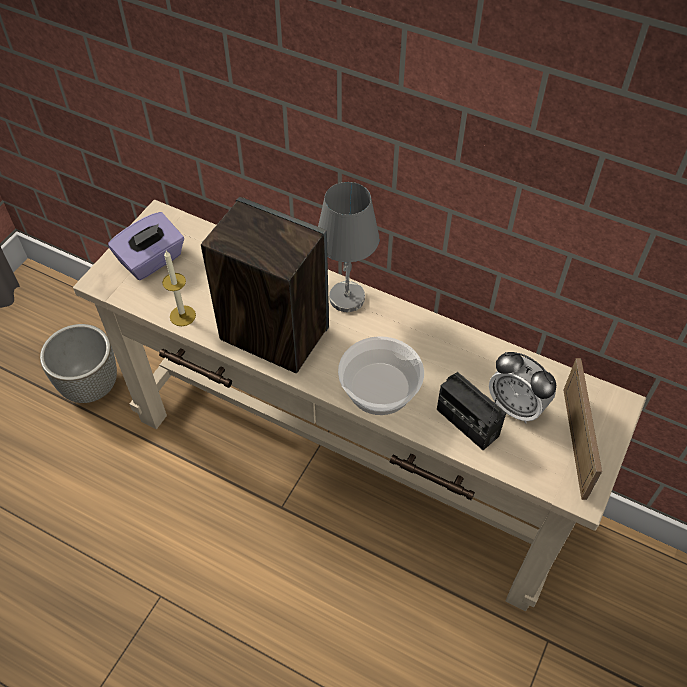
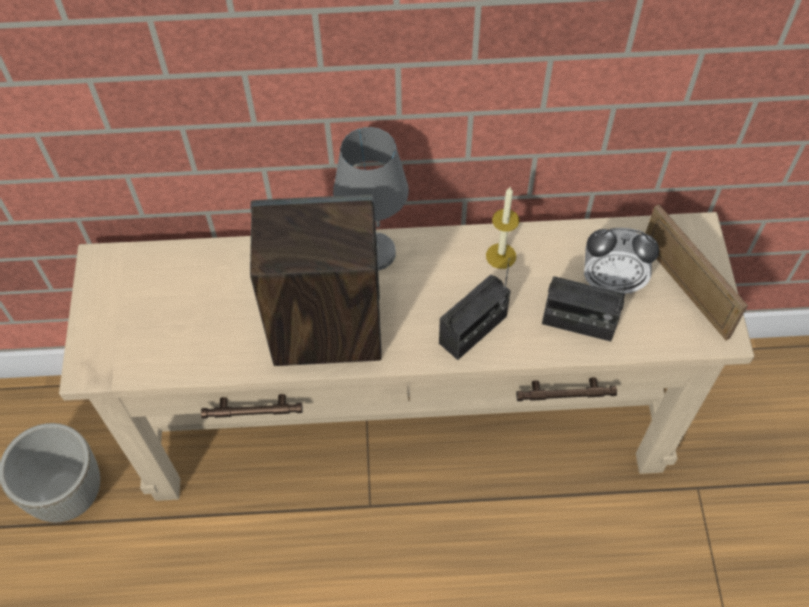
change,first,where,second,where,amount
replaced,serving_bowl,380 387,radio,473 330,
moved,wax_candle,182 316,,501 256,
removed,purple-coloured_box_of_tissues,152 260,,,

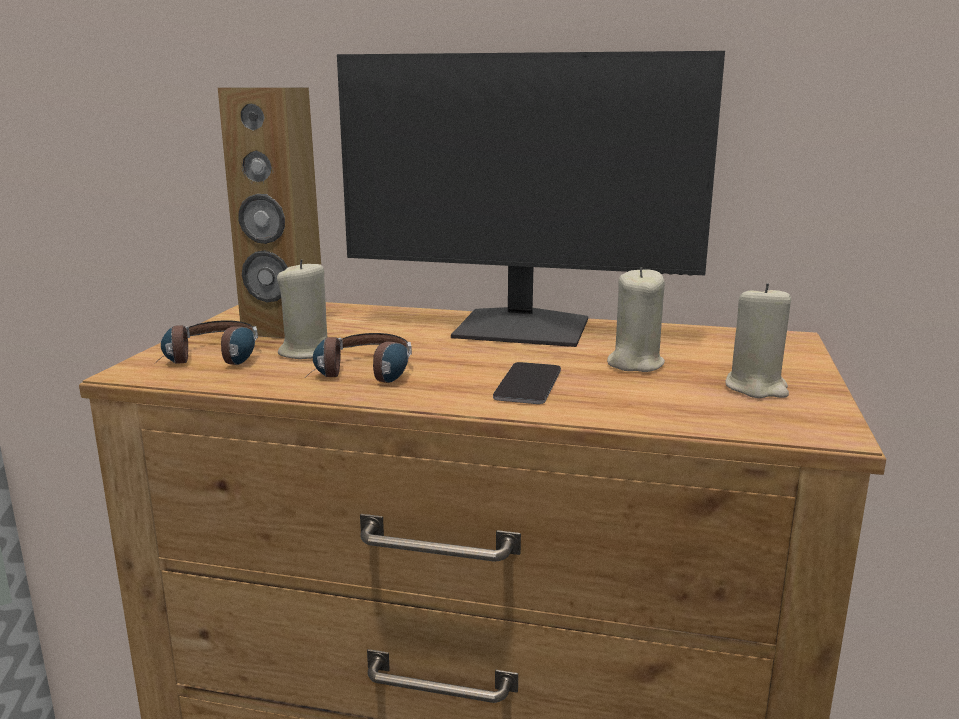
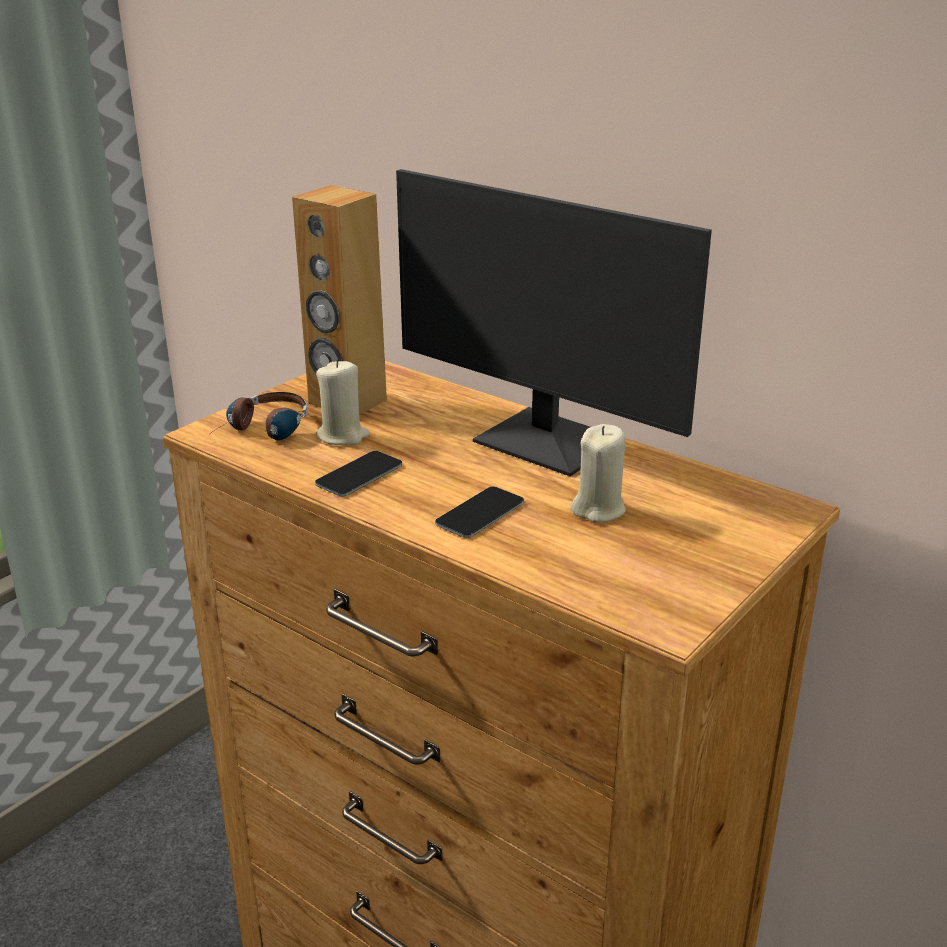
change,first,where,second,where,amount
replaced,headphones,362 376,phone,359 474,
removed,beige-coloured_wax_candle,756 388,,,

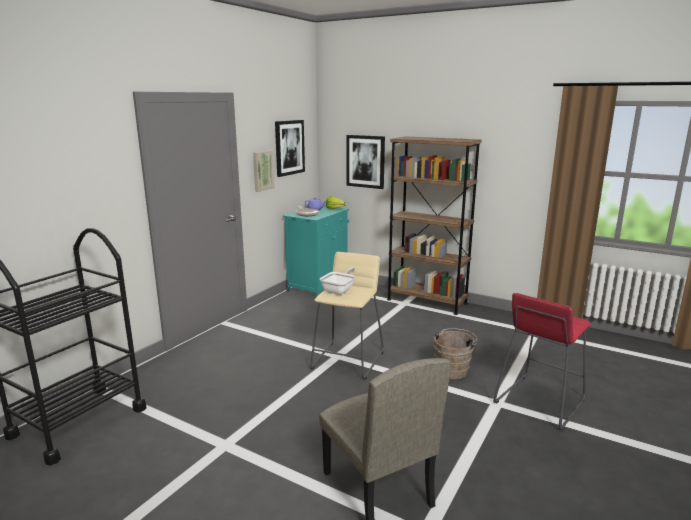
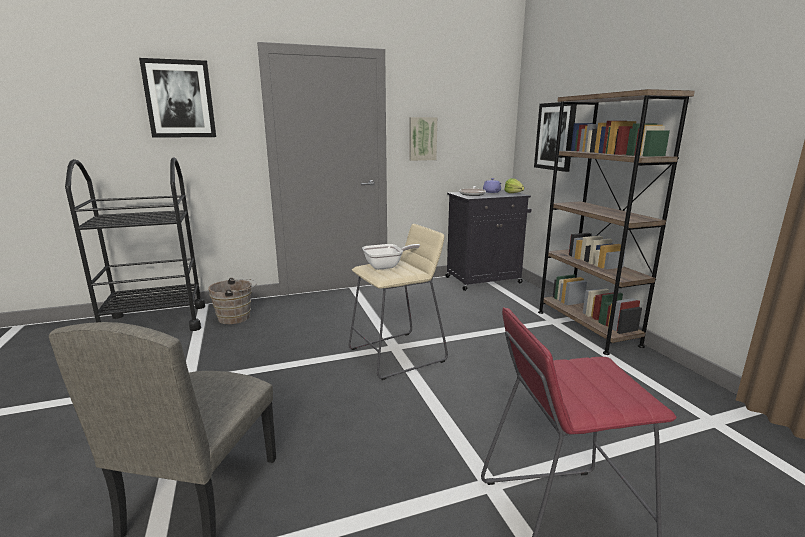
change,first,where,second,where,amount
moved,wall_picture,289 147,,179 99,
moved,brownish_bucket,453 370,,237 317,
recoloured,blue-green_storage_cabinet,318 285,black-coloured_storage_cabinet,484 280,

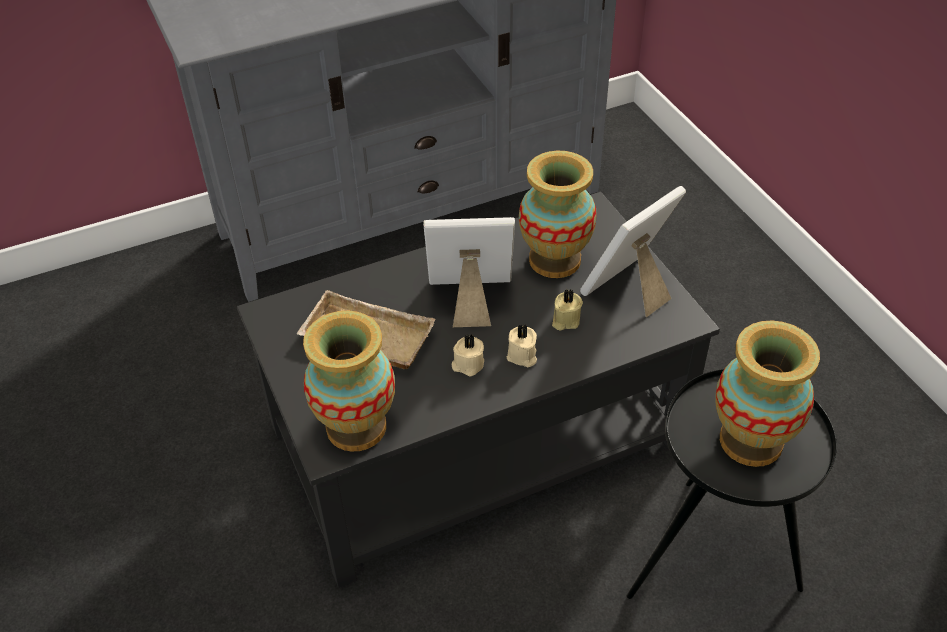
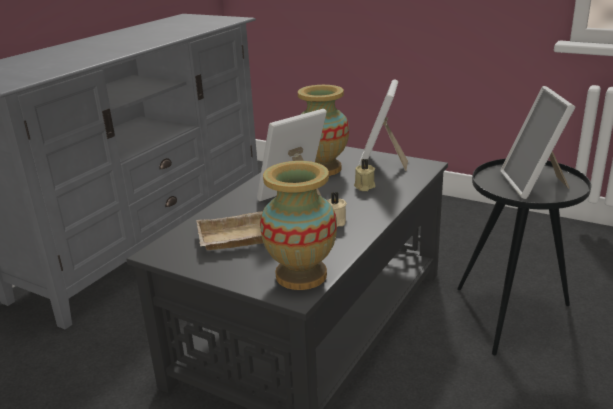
change,first,where,second,where,amount
replaced,decorative_vase,751 441,standing_frame,534 184,
removed,beige-coloured_wax_candle,522 356,,,

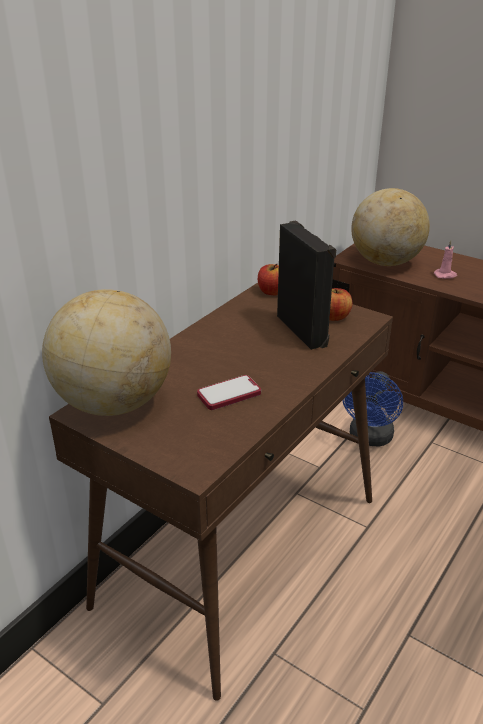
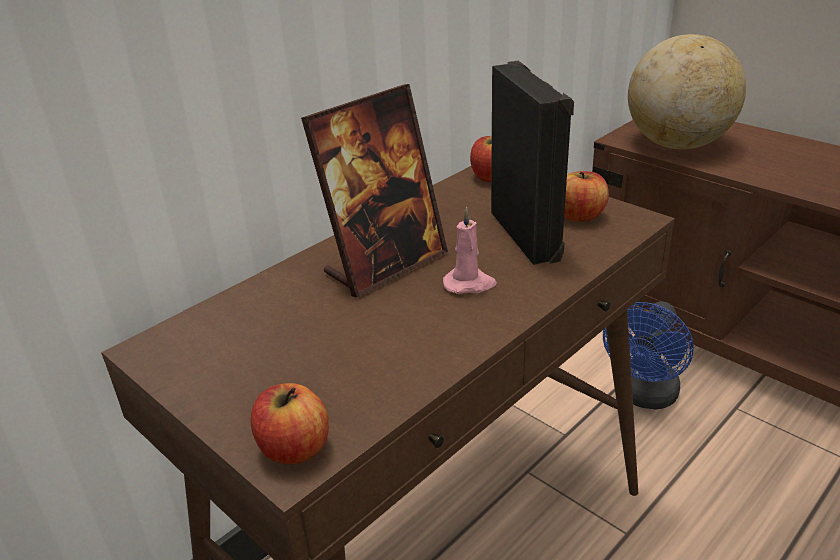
change,first,where,second,where,amount
added,,,whole_apple,294 448,
added,,,standing_frame,385 264,
moved,pink_wax_candle,445 275,,469 284,
removed,desk_globe,113 403,,,
removed,phone,229 394,,,

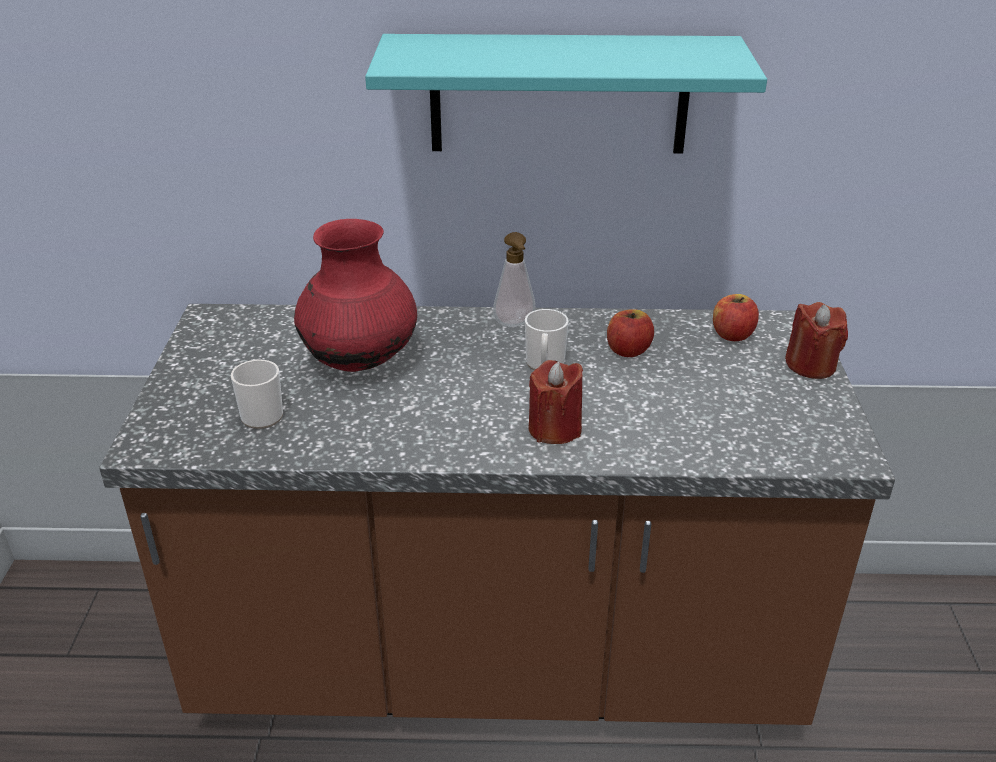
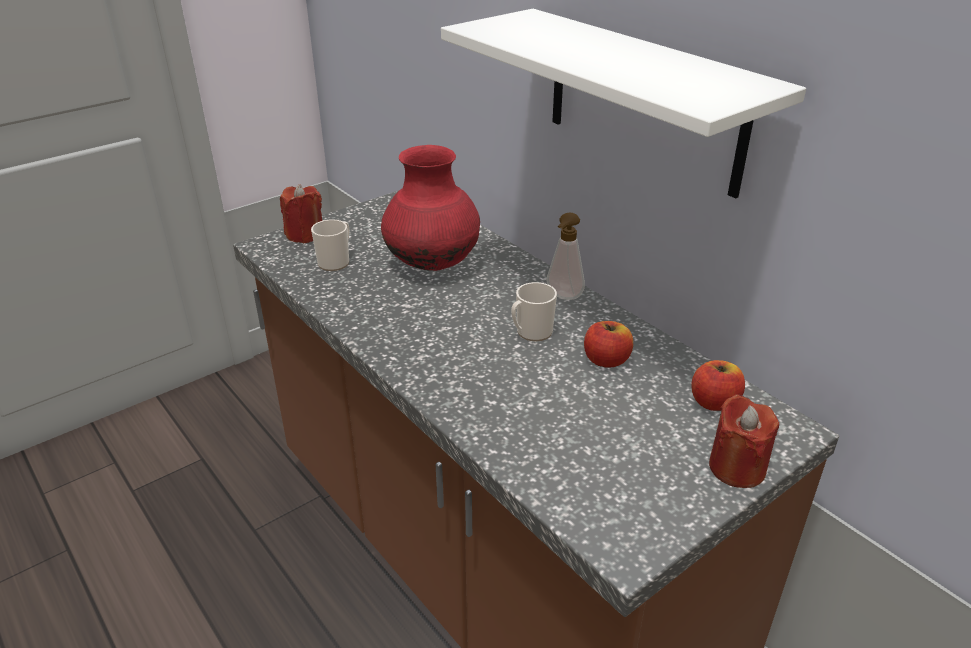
change,first,where,second,where,amount
moved,reddish_wax_candle,554 429,,305 234,
recoloured,blue-green_shelf,559 94,white_shelf,644 101,

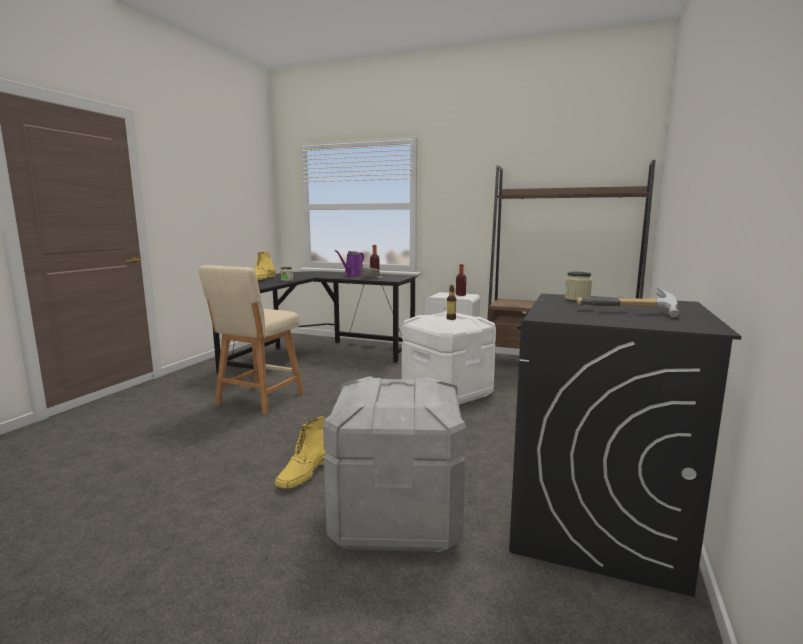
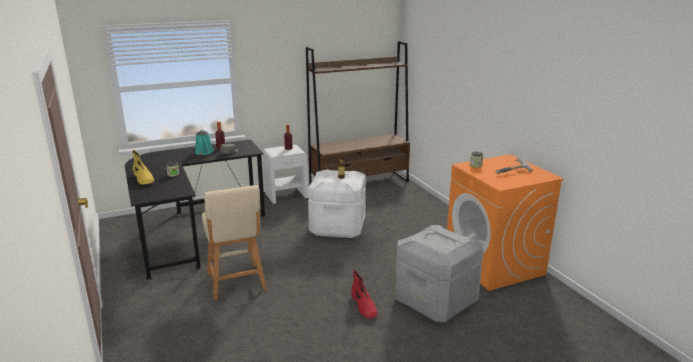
change,first,where,second,where,amount
recoloured,purple-coloured_sprinkling_can,353 275,blue-green_sprinkling_can,204 152,
recoloured,yellow_boot,305 473,reddish_boot,364 306,
recoloured,black-coloured_washing_machine,596 522,orange-coloured_washing_machine,494 264,

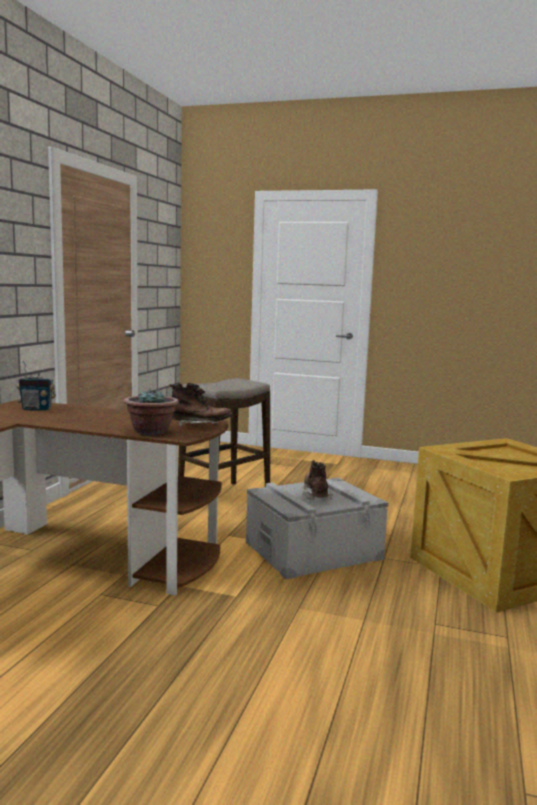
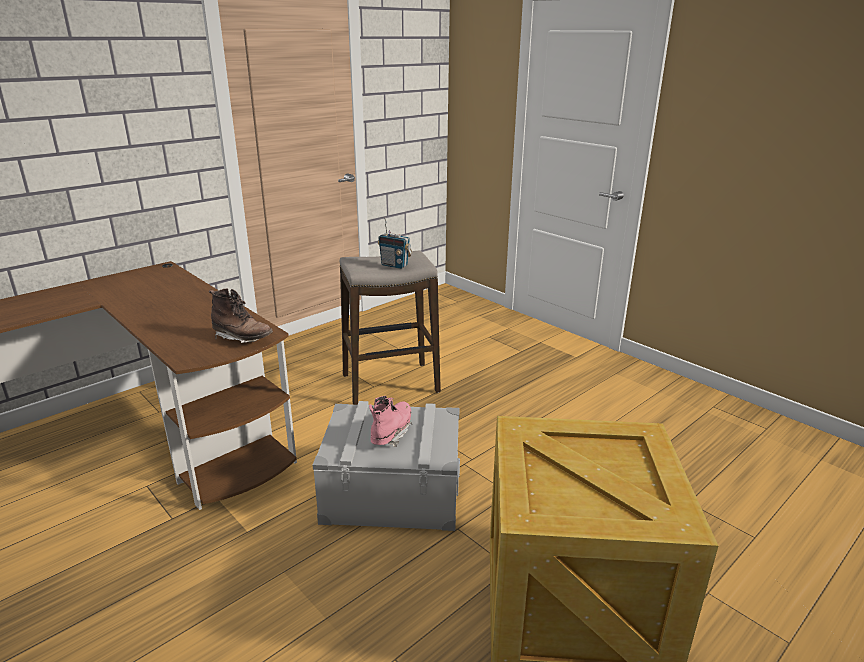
change,first,where,second,where,amount
recoloured,brownish_boot,315 494,pink_boot,391 433,
moved,radio,37 409,,394 265,
removed,plant_in_a_pot,151 432,,,

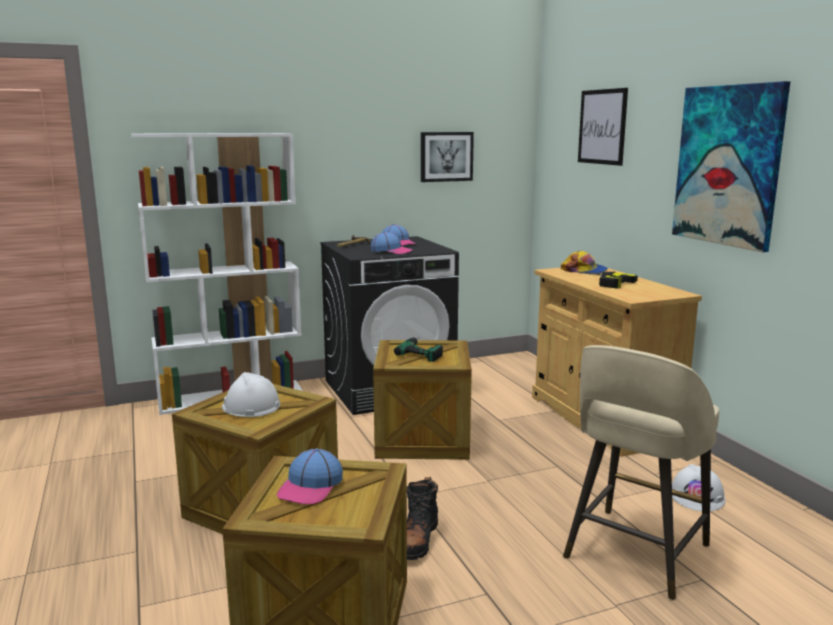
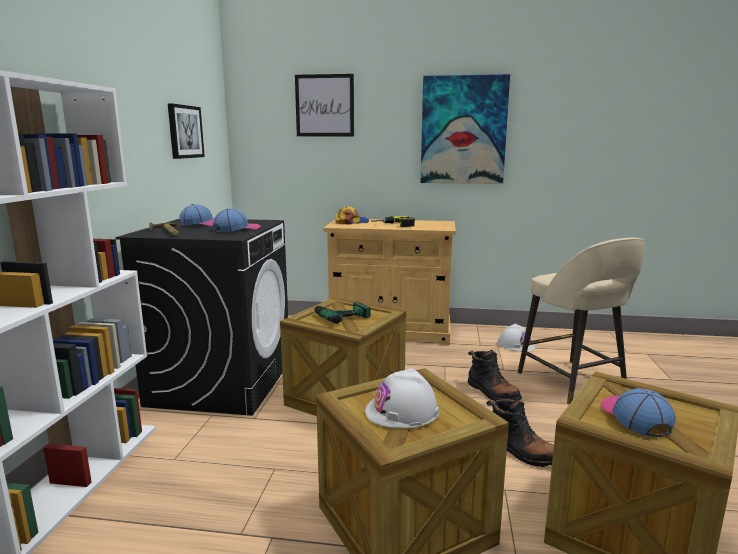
change,first,where,second,where,amount
added,,,black-coloured_boot,492 392,
turned,peaked_cap,310 487,,635 417,150 degrees counterclockwise

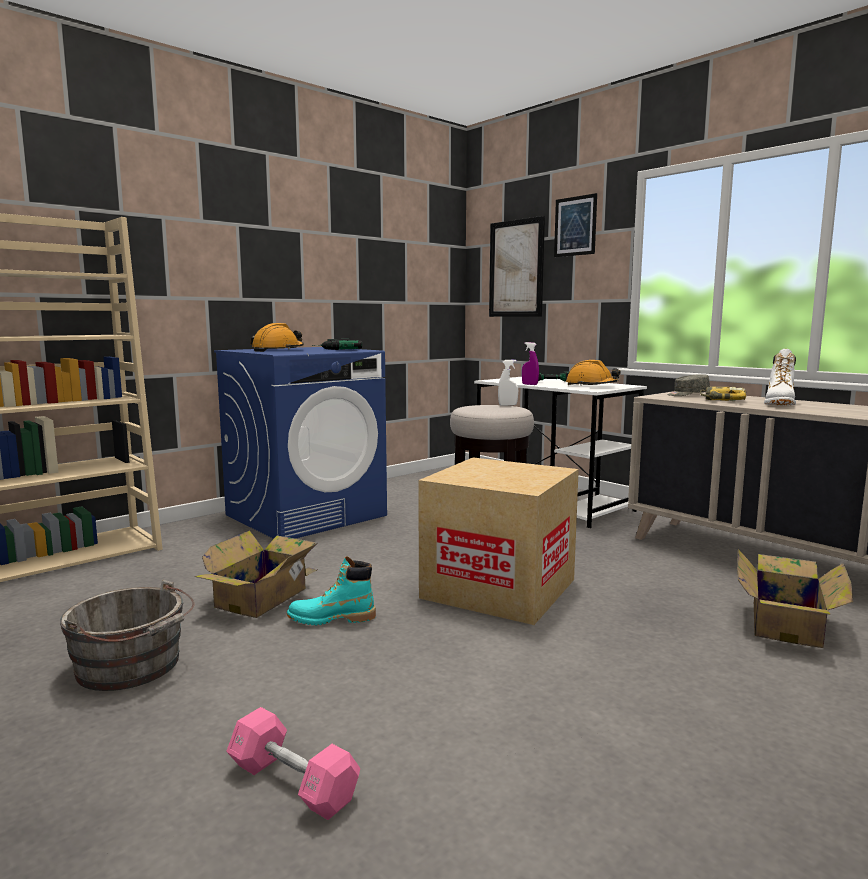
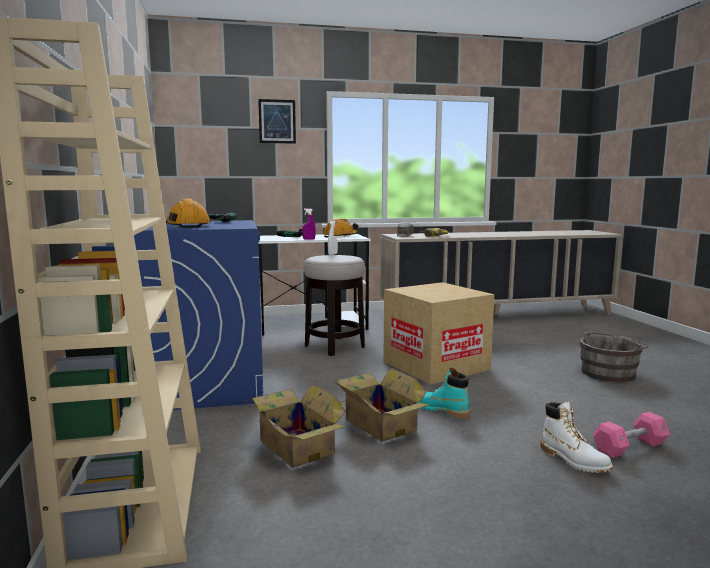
change,first,where,second,where,amount
moved,cardboard_box,786 622,,295 445,
turned,blue-green_boot,331 619,,440 410,105 degrees clockwise
moved,white_boot,780 404,,574 460,
moved,gray_bucket,133 667,,610 372,
removed,wall_picture,516 268,,,

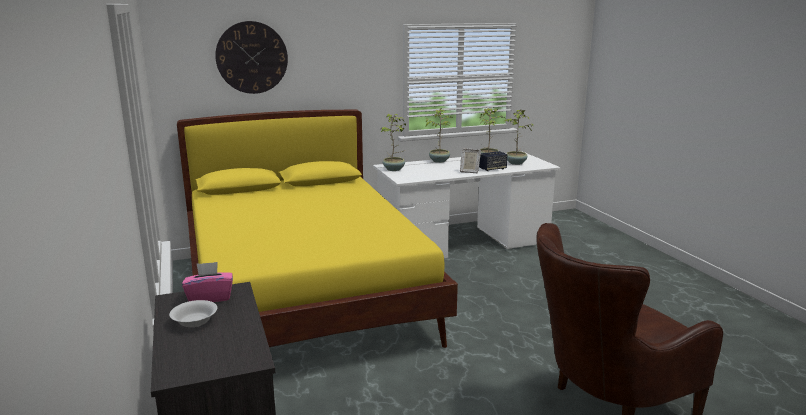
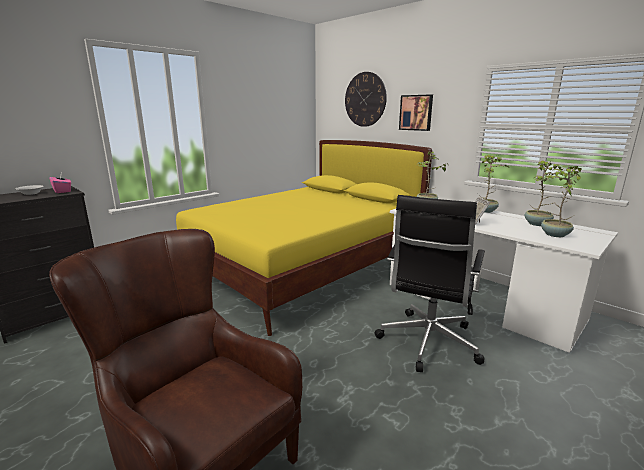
change,first,where,second,where,amount
added,,,black-coloured_office_chair,427 343,
added,,,wall_picture,416 112,
removed,audio_speaker,492 169,,,

